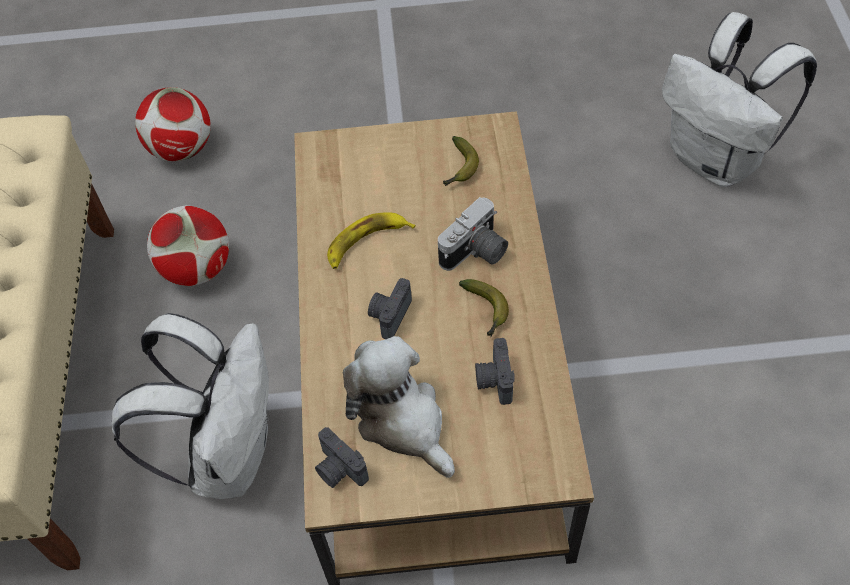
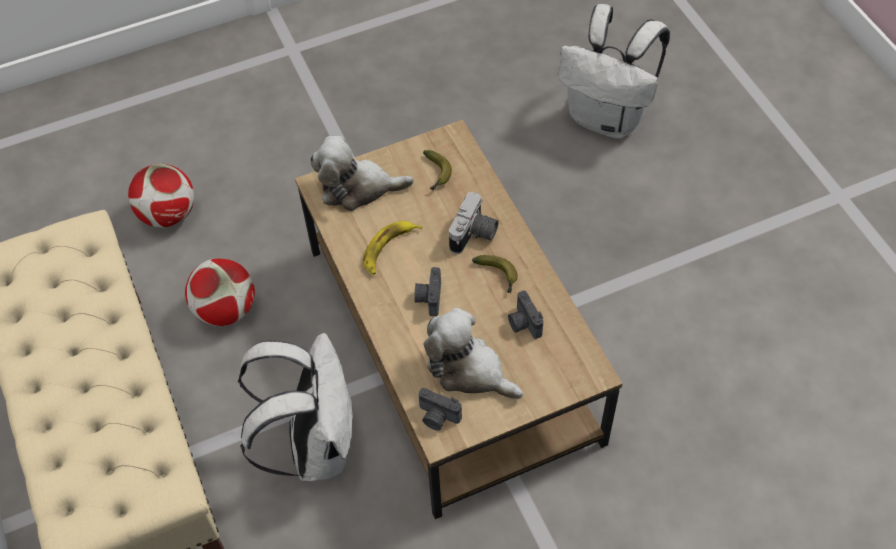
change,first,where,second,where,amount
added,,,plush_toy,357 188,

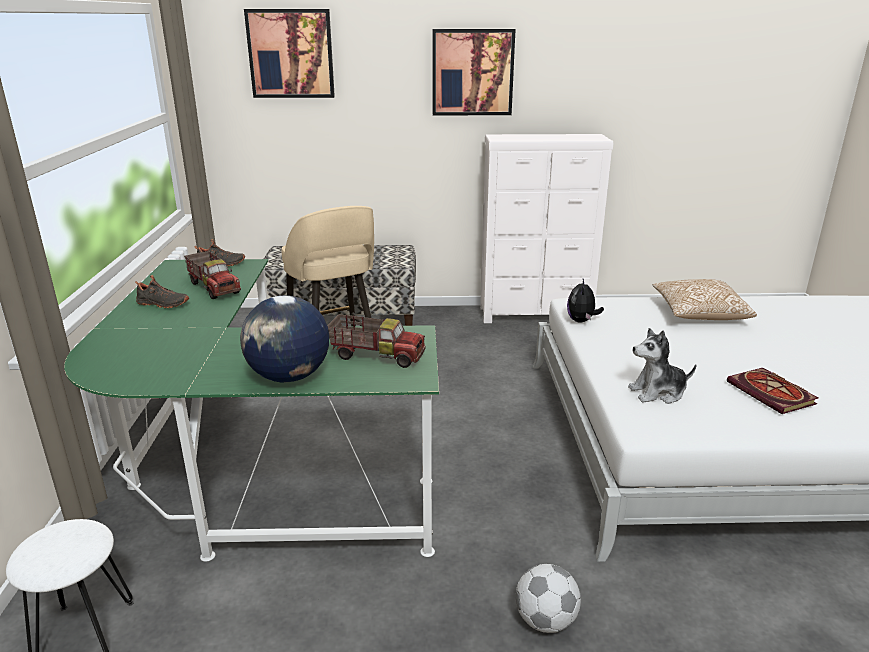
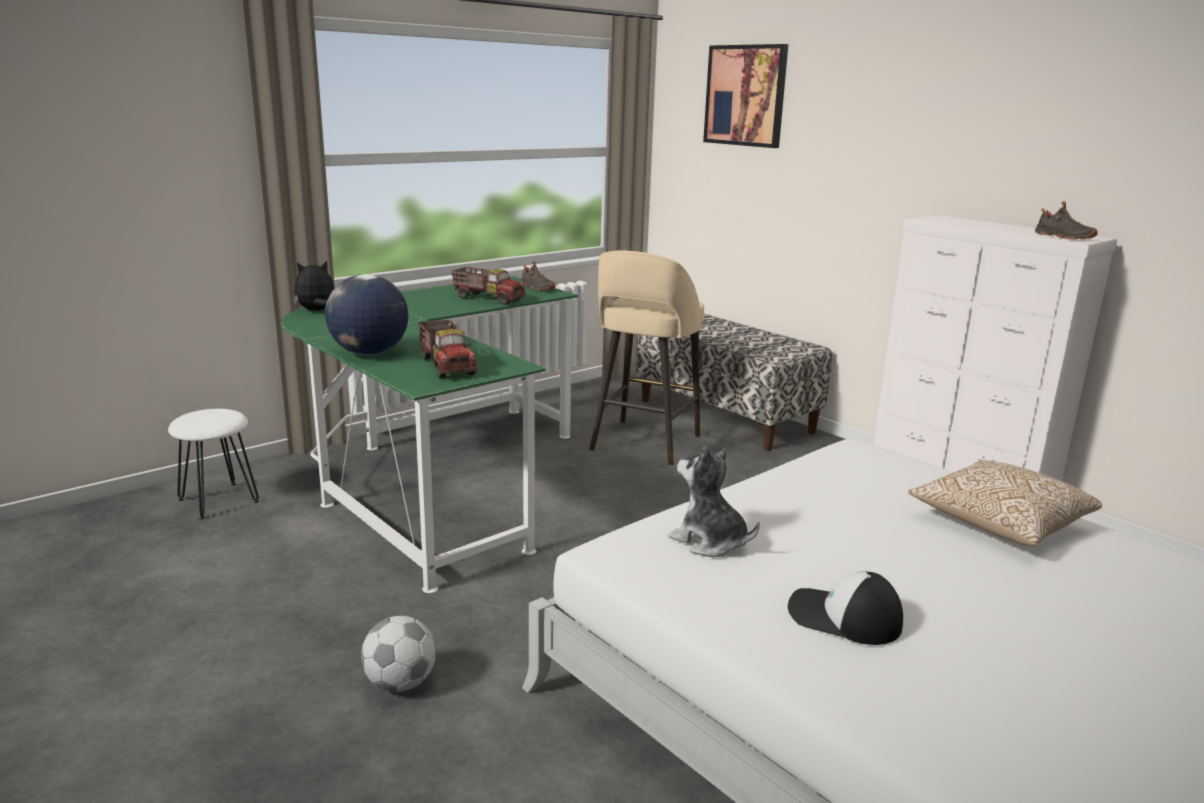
change,first,where,second,where,amount
moved,plush_toy,581 321,,316 311,
turned,toy_lorry,214 287,,488 298,75 degrees counterclockwise
replaced,volume,773 394,peaked_cap,843 617,
moved,black-coloured_item_of_footwear,162 304,,1063 237,
removed,wall_picture,472 72,,,

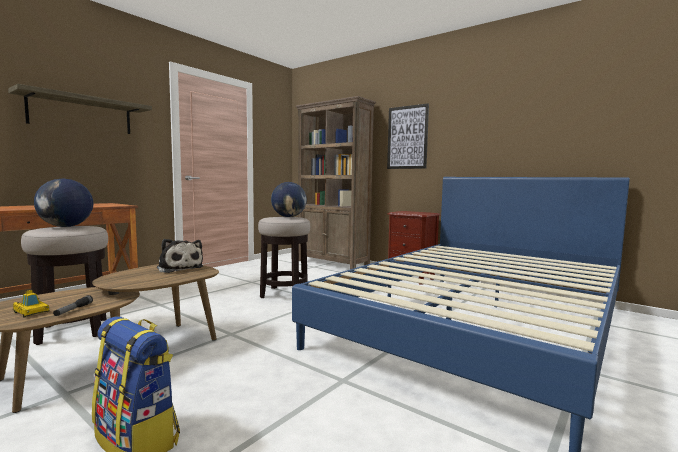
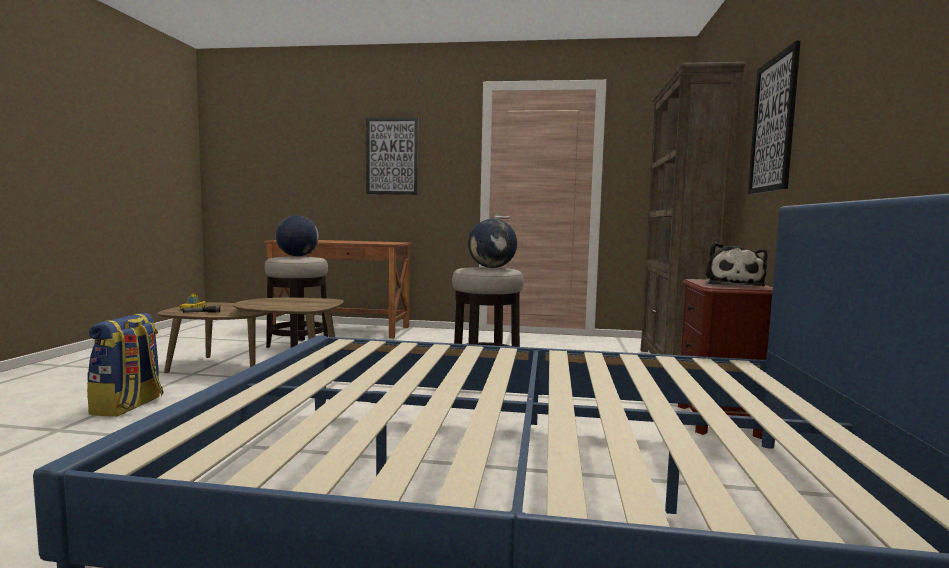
change,first,where,second,where,amount
replaced,shelf,81 114,wall_picture,392 156,
moved,plush_toy,179 268,,733 284,

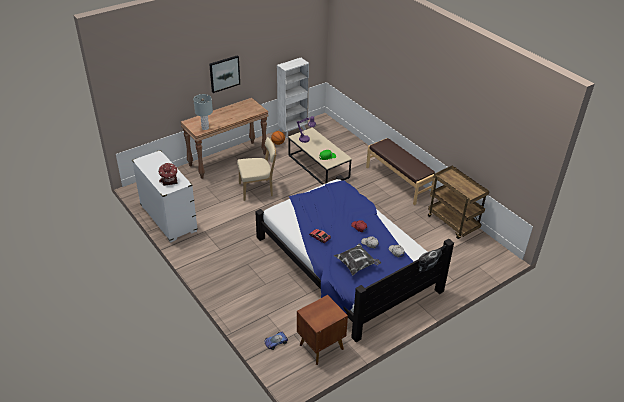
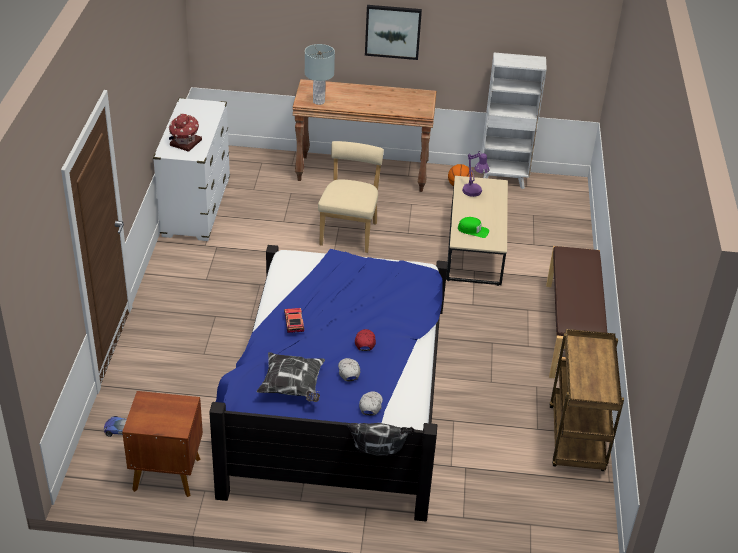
change,first,where,second,where,amount
turned,beige-coloured_plain_chair,258 190,,350 232,105 degrees counterclockwise

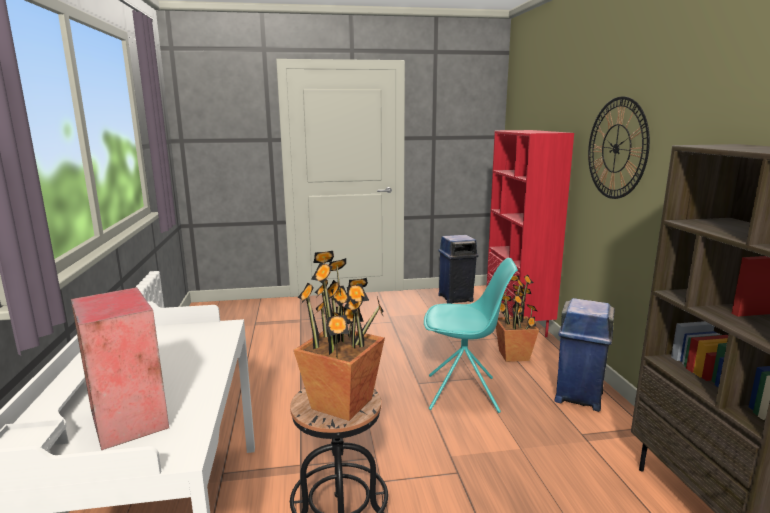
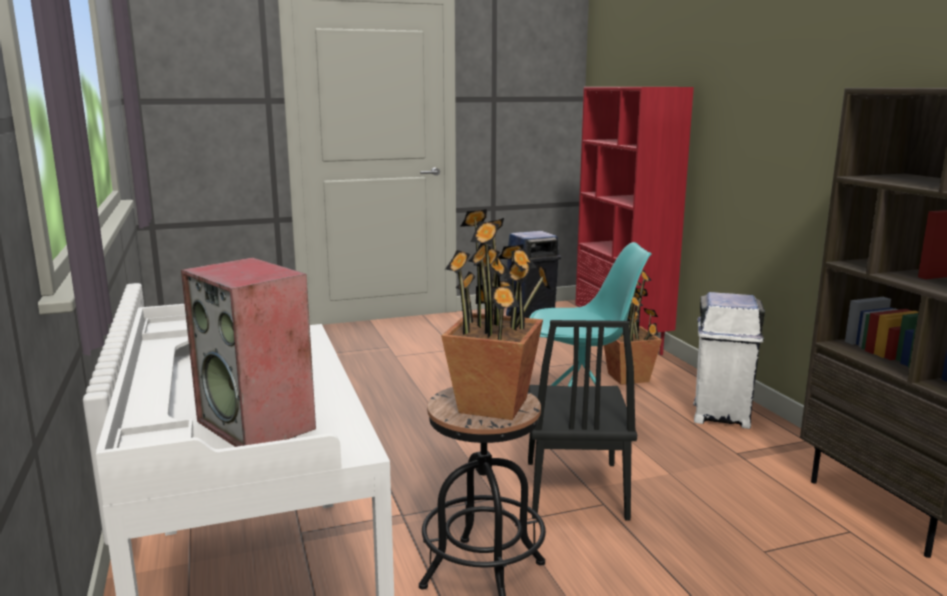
change,first,where,second,where,amount
added,,,black-coloured_plain_chair,575 489,
recoloured,blue-coloured_rubbish_bin,579 396,white_rubbish_bin,721 415,
removed,wall_clock,616 148,,,

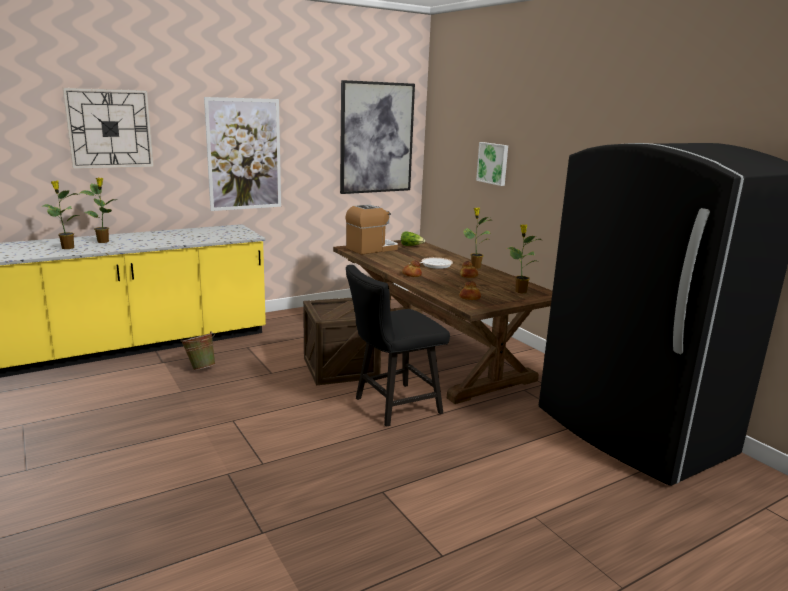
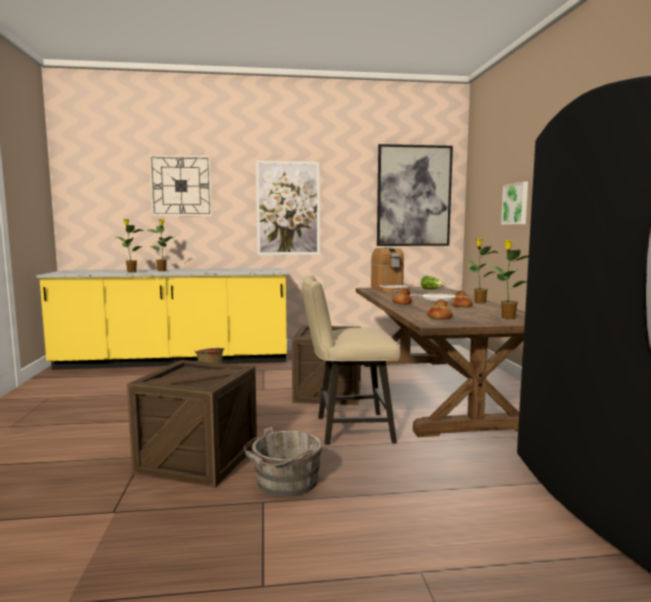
change,first,where,second,where,amount
added,,,shipping_crate,198 459,
added,,,gray_bucket,284 482,
recoloured,black-coloured_plain_chair,392 406,beige-coloured_plain_chair,347 429,
turned,coffee_maker,372 249,,389 290,90 degrees clockwise

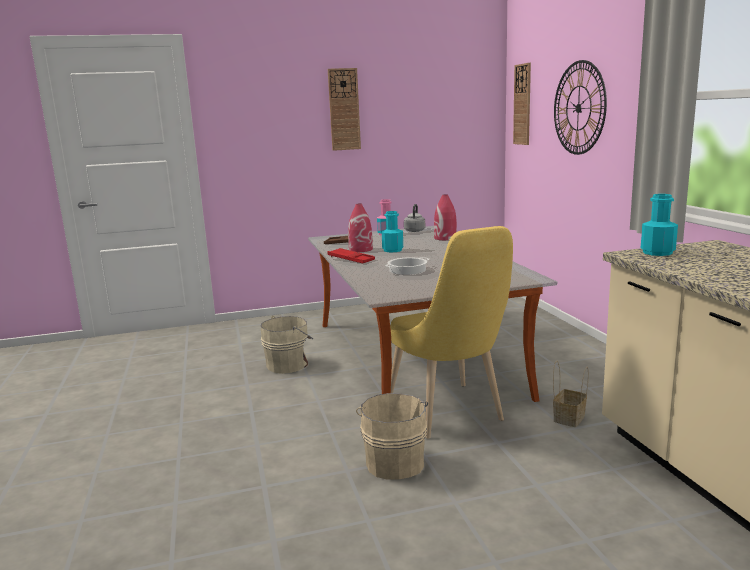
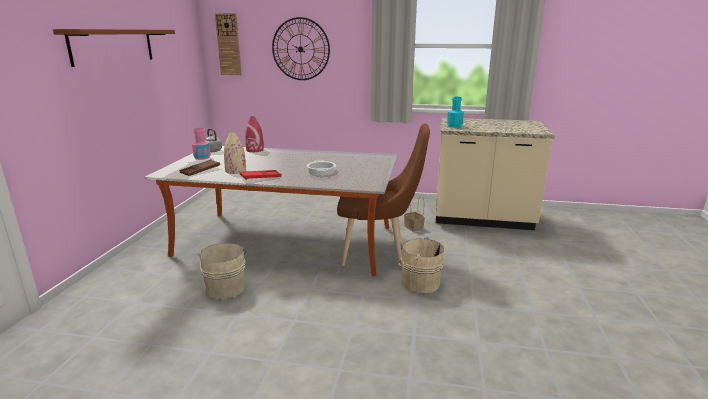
change,first,where,second,where,amount
replaced,wall_clock,344 109,brownish_shelf,113 46,
recoloured,reddish_decorative_vase,361 249,beige-coloured_decorative_vase,235 170,
recoloured,yellow_plain_chair,448 414,brownish_plain_chair,378 253,
removed,blue-green_bottle,392 250,,,

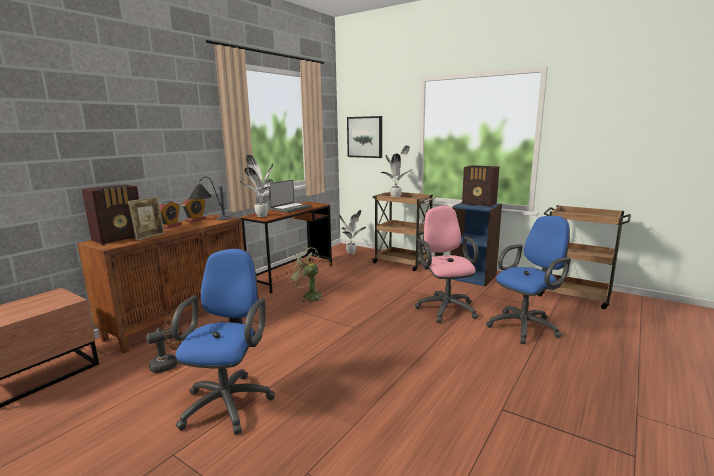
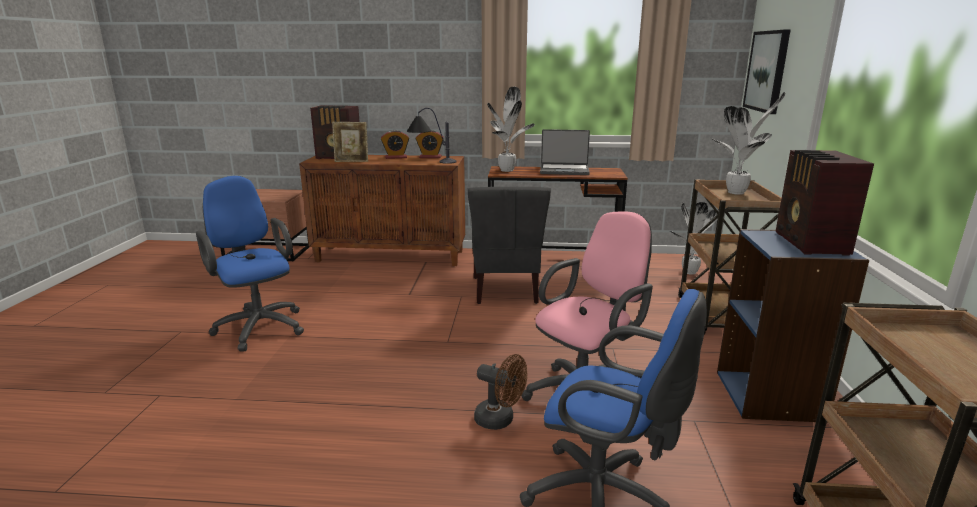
change,first,where,second,where,amount
turned,blue-coloured_office_chair,229 401,,259 326,105 degrees counterclockwise
replaced,green_fan,308 295,gray_plain_chair,506 290,
moved,brownish_fan,168 364,,500 420,

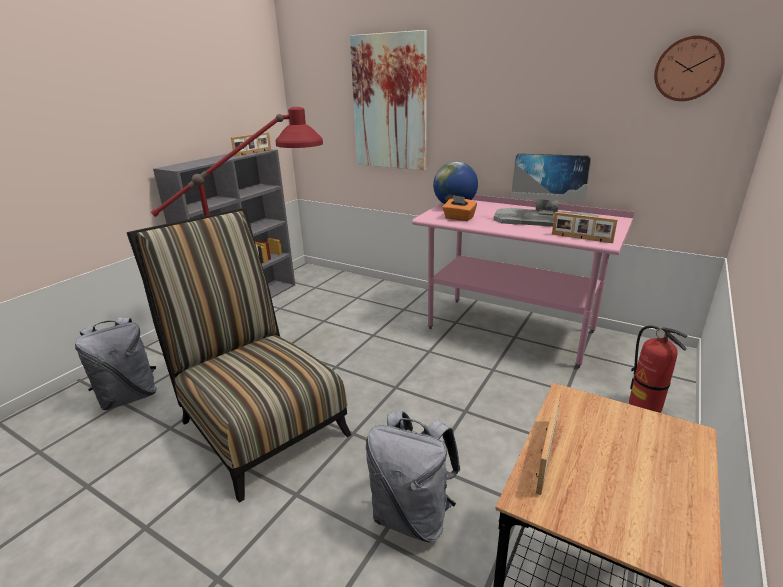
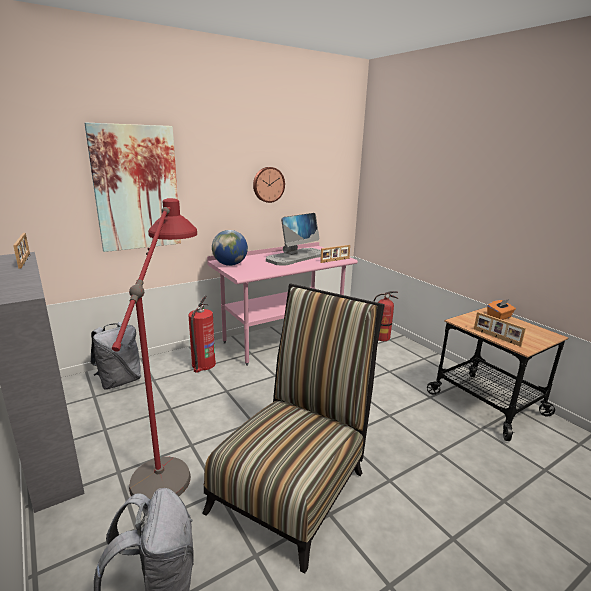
change,first,where,second,where,amount
moved,gray_backpack,413 515,,120 381,
added,,,extinguisher,203 364,
turned,plain_chair,259 421,,293 484,135 degrees clockwise
moved,wall_clock,688 69,,268 184,
moved,orange-coloured_box_of_tissues,459 218,,499 317,

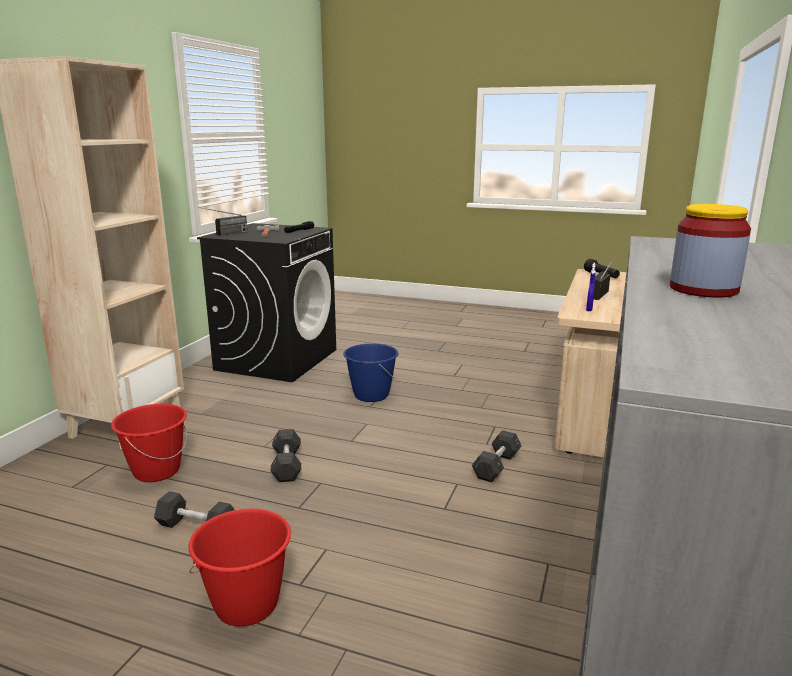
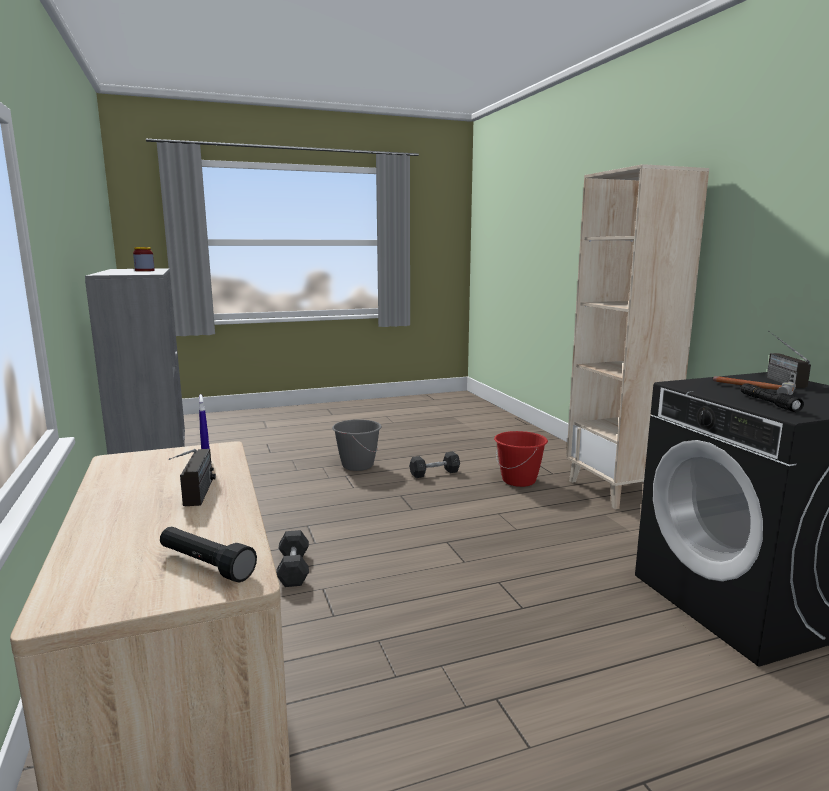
change,first,where,second,where,amount
recoloured,reddish_bucket,247 605,gray_bucket,357 465,
removed,gray_free_weight,287 465,,,
removed,blue-coloured_bucket,371 395,,,

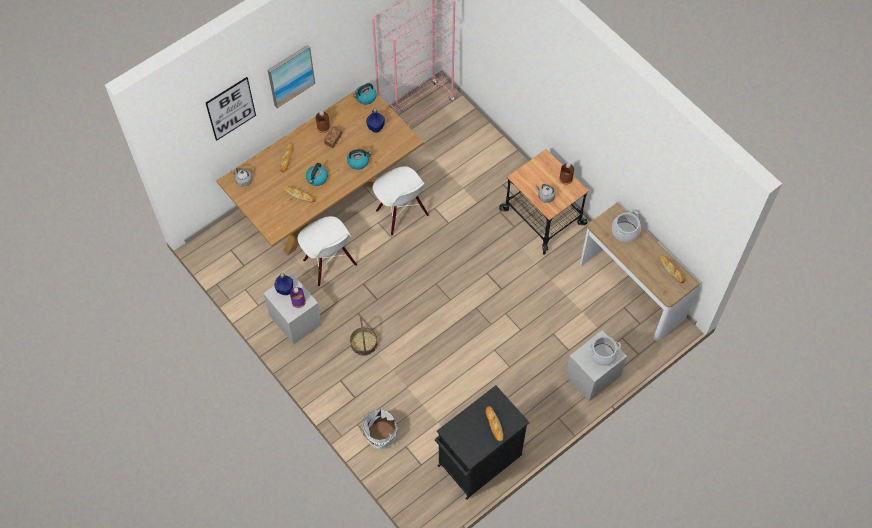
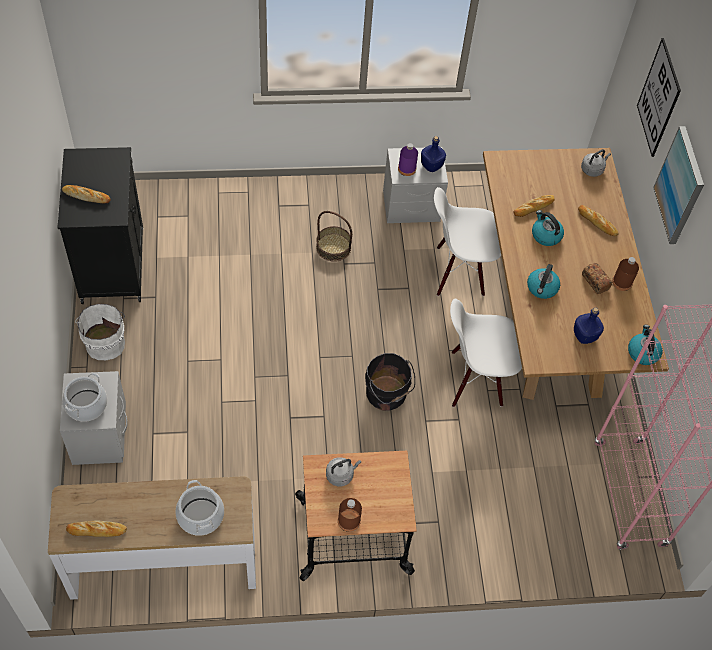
change,first,where,second,where,amount
moved,white_bucket,379 436,,105 342,
added,,,black-coloured_bucket,387 394,

